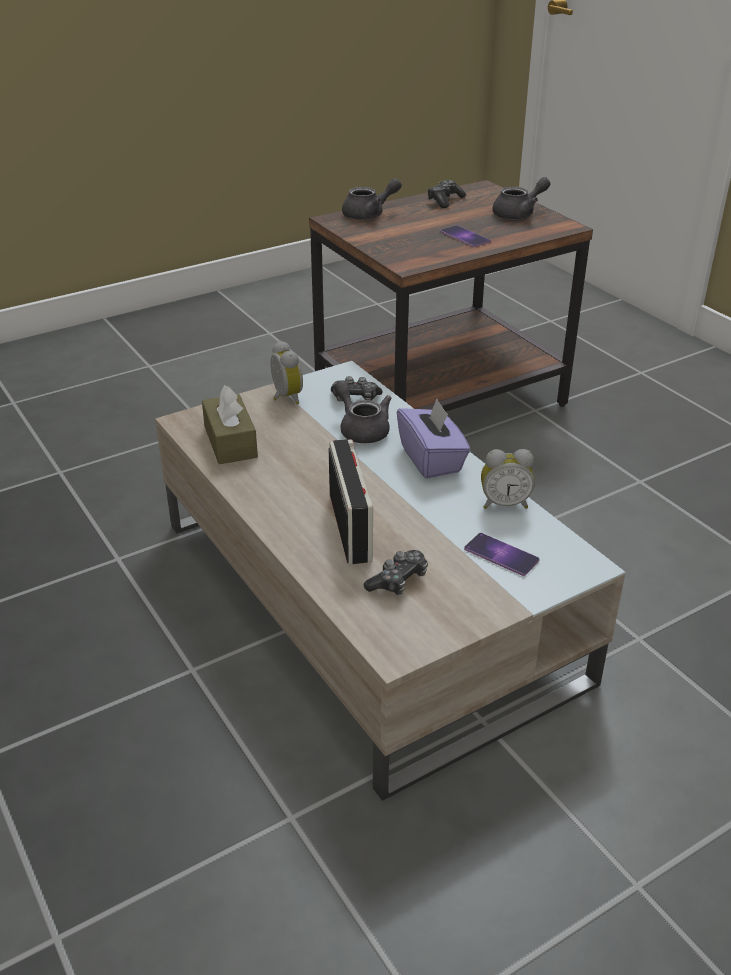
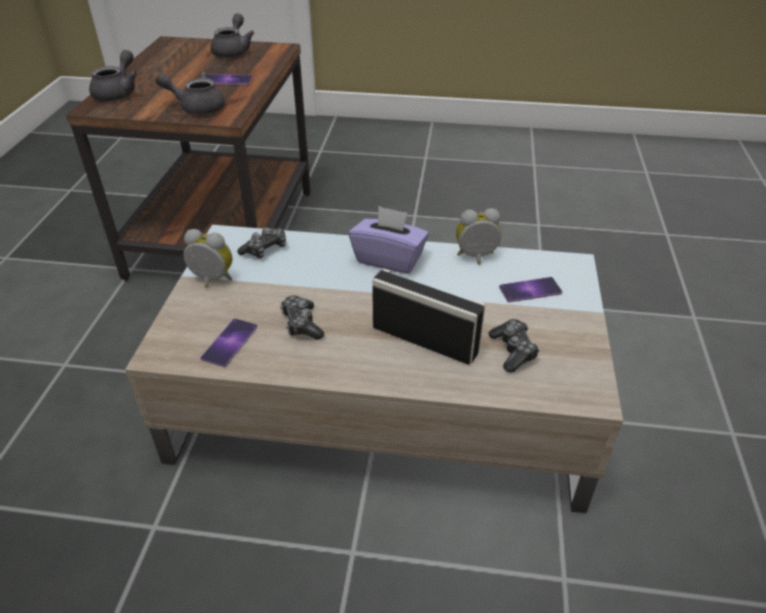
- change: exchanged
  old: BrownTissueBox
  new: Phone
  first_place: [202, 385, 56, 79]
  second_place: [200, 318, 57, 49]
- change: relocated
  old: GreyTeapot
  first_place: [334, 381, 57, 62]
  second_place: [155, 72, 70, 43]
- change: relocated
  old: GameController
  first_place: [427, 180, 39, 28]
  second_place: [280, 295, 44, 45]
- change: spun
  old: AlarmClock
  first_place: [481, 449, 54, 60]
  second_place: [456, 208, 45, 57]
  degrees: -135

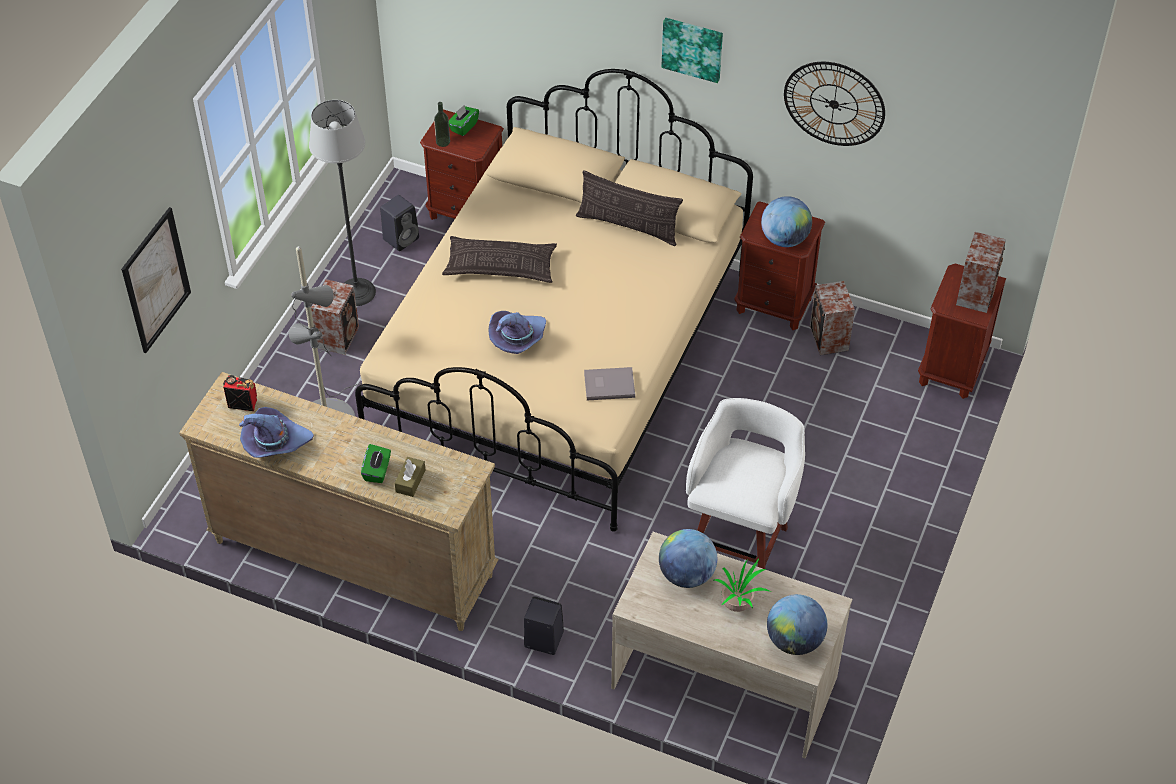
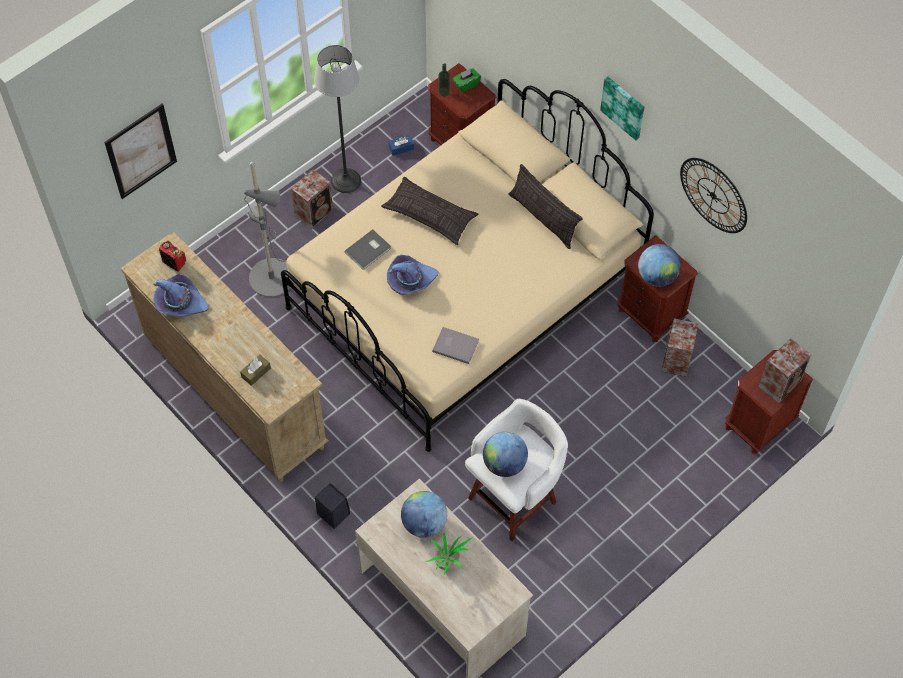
- change: missing
  old: GreenTissueBox
  first_place: [361, 444, 30, 39]
- change: exchanged
  old: BlackSpeaker
  new: BlueTissueBox
  first_place: [380, 195, 39, 56]
  second_place: [388, 135, 26, 21]
- change: relocated
  old: Globe
  first_place: [767, 594, 60, 61]
  second_place: [483, 432, 45, 45]
- change: appeared
  new: GreyBook
  second_place: [344, 229, 47, 41]

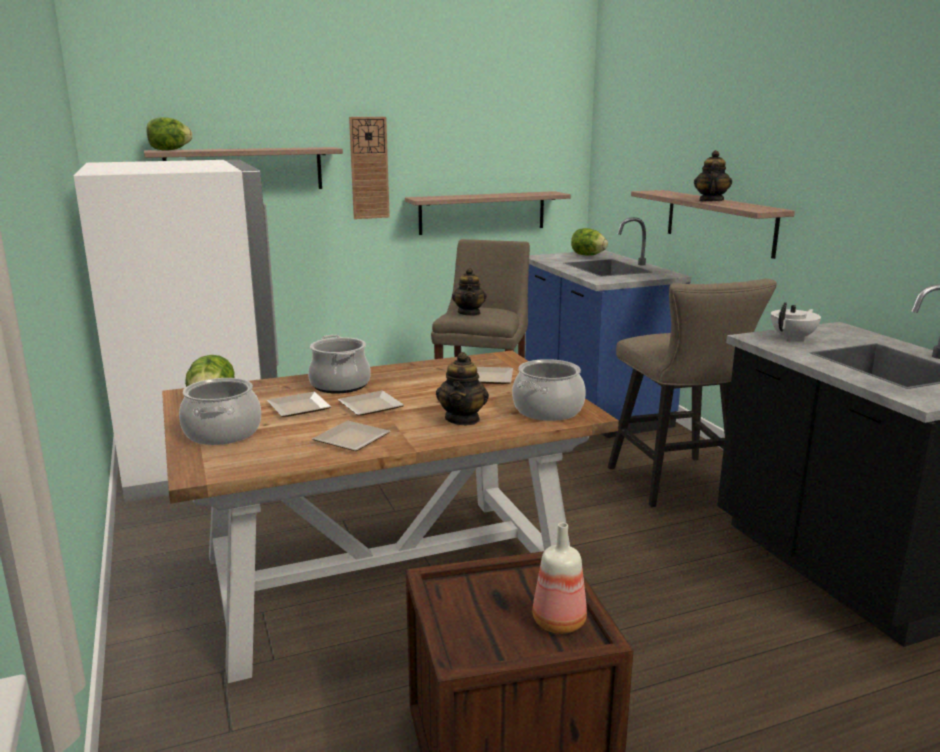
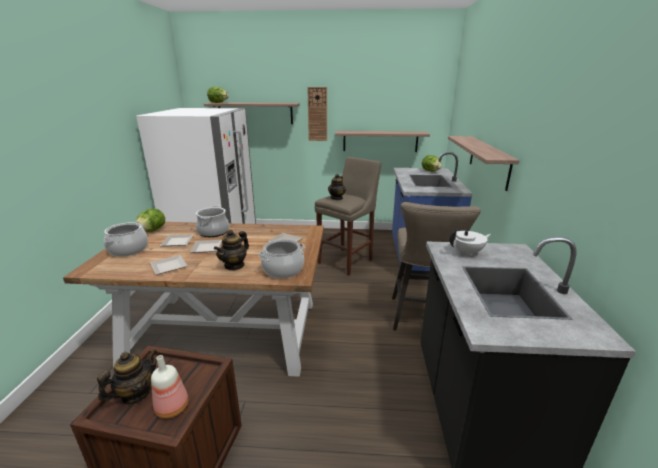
- change: relocated
  old: Teapot
  first_place: [694, 150, 38, 52]
  second_place: [97, 349, 60, 55]

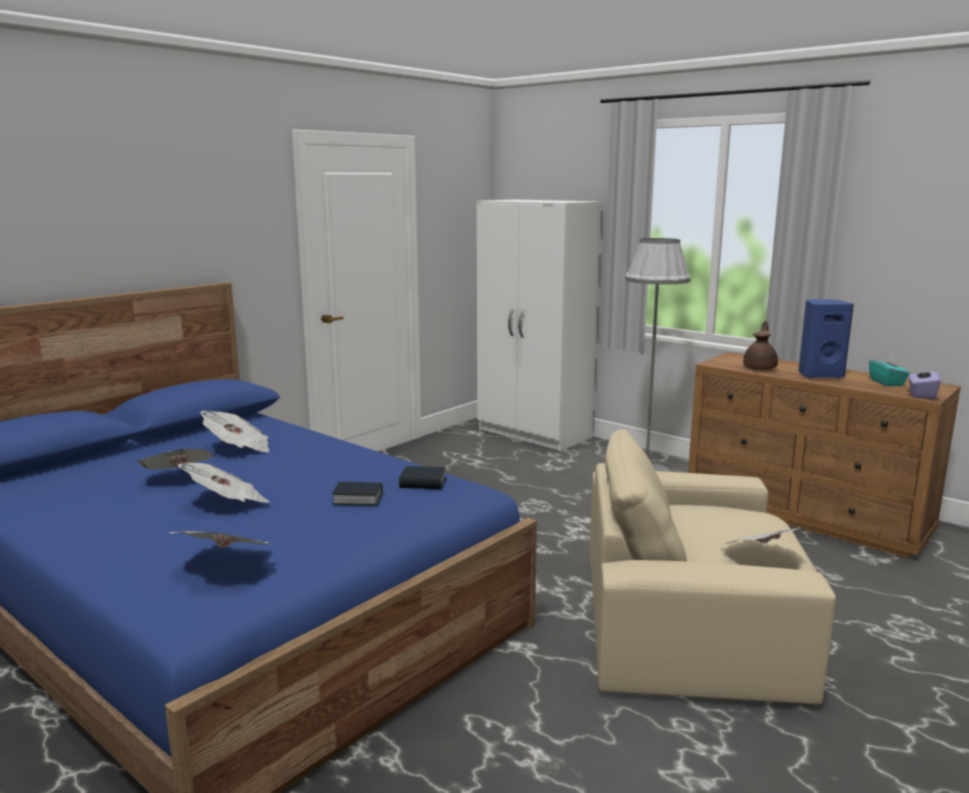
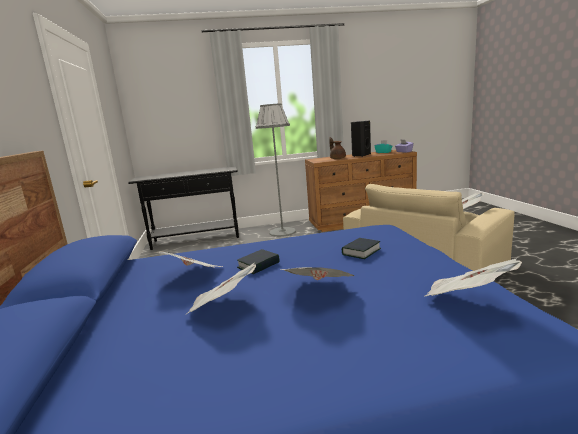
- change: relocated
  old: Book
  first_place: [399, 466, 47, 23]
  second_place: [237, 249, 43, 25]
- change: exchanged
  old: WhiteWardrobe
  new: BlackConsoleTable
  first_place: [477, 200, 125, 251]
  second_place: [128, 167, 111, 83]
- change: colour
  old: BlueSpeaker
  new: BlackSpeaker
  first_place: [798, 299, 56, 79]
  second_place: [351, 121, 20, 36]

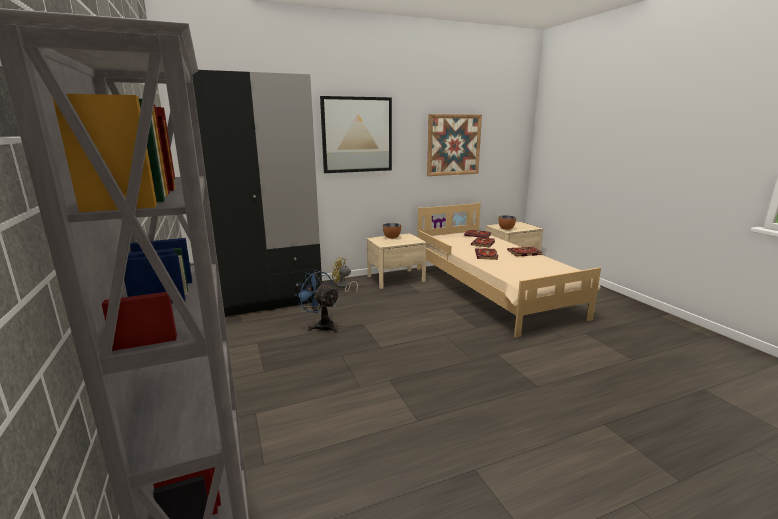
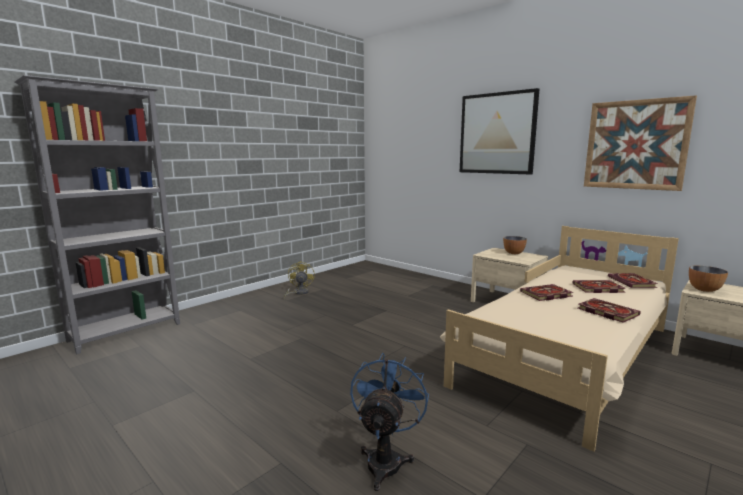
- change: missing
  old: BlackWardrobe
  first_place: [192, 70, 130, 246]
- change: relocated
  old: BlueFan
  first_place: [295, 270, 44, 63]
  second_place: [350, 353, 79, 138]
- change: relocated
  old: YellowFan
  first_place: [332, 257, 26, 36]
  second_place: [284, 261, 31, 38]

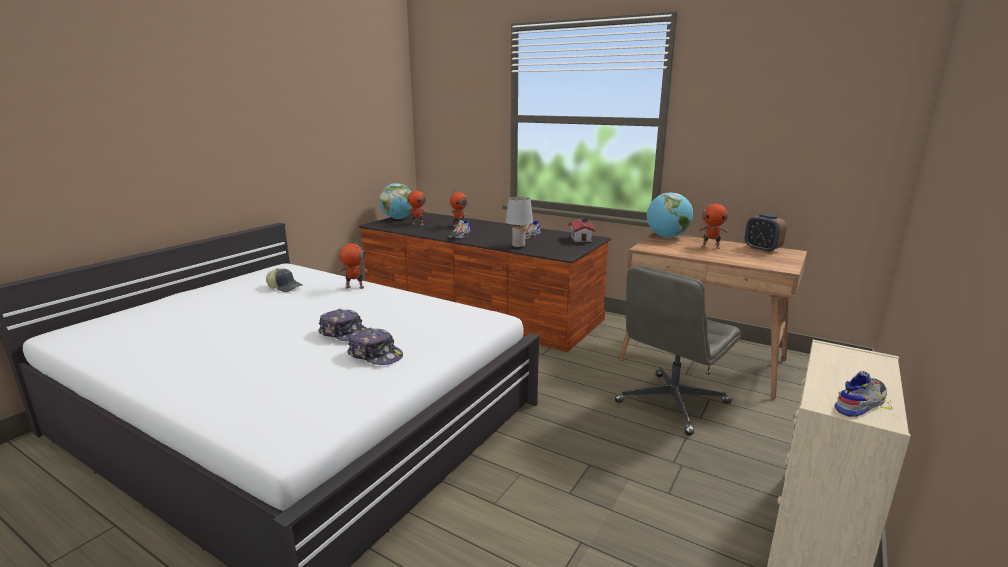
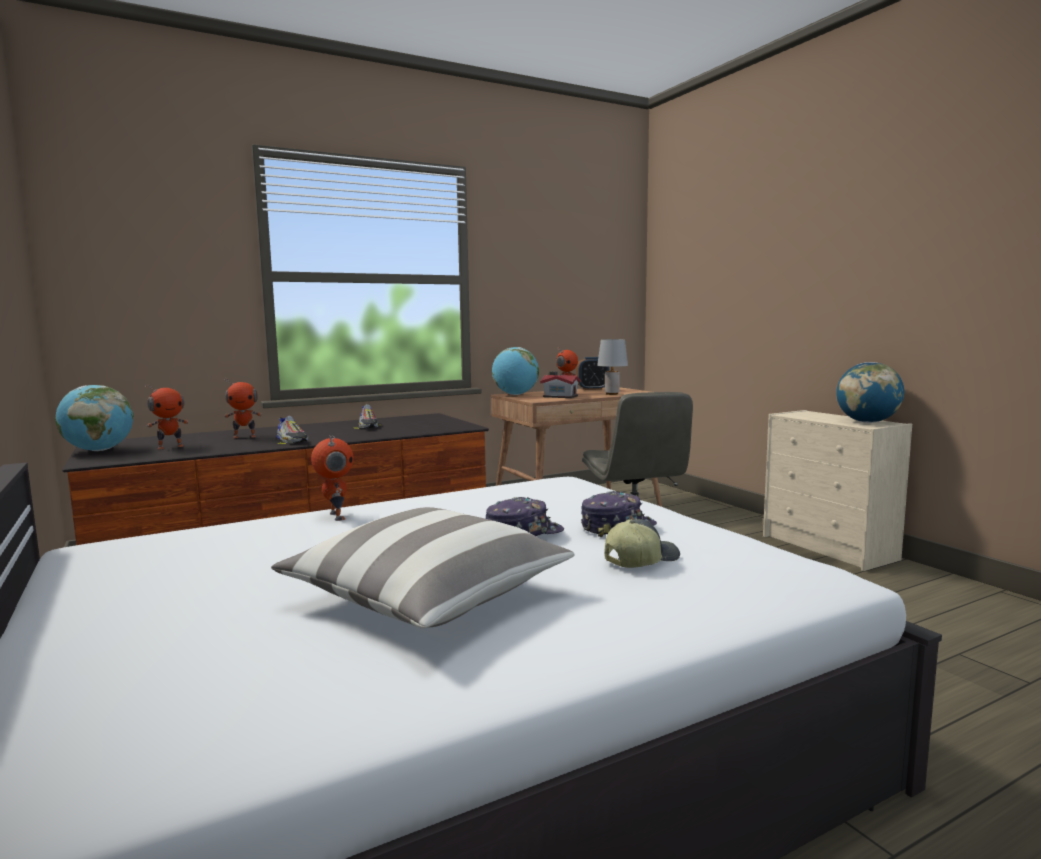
- change: relocated
  old: Cap
  first_place: [266, 268, 37, 24]
  second_place: [605, 519, 75, 49]
- change: spun
  old: ToyRobot
  first_place: [339, 241, 29, 48]
  second_place: [311, 436, 43, 85]
  degrees: 120
- change: relocated
  old: GreyTableLamp
  first_place: [506, 197, 27, 51]
  second_place: [597, 339, 31, 56]
- change: relocated
  old: ToyHouse
  first_place: [568, 217, 27, 26]
  second_place: [540, 371, 41, 27]
- change: exchanged
  old: Shoe
  new: Globe
  first_place: [834, 371, 59, 46]
  second_place: [836, 362, 68, 61]
- change: appeared
  new: Pillow
  second_place: [271, 507, 303, 122]

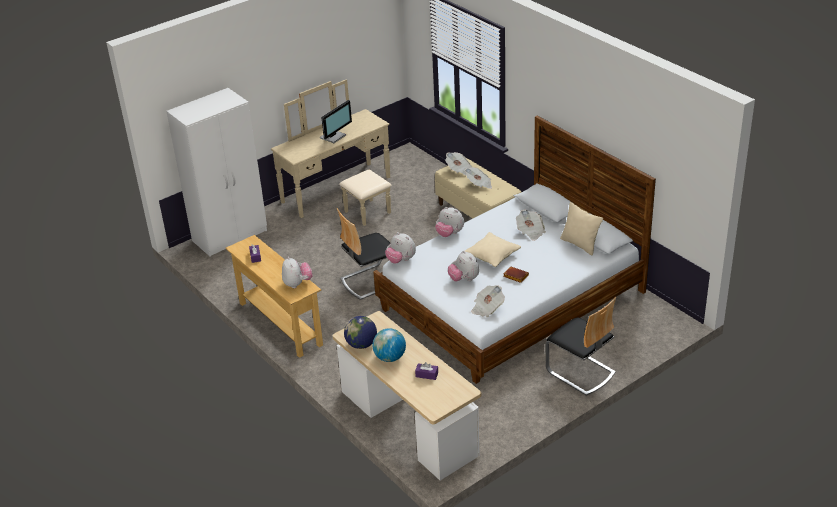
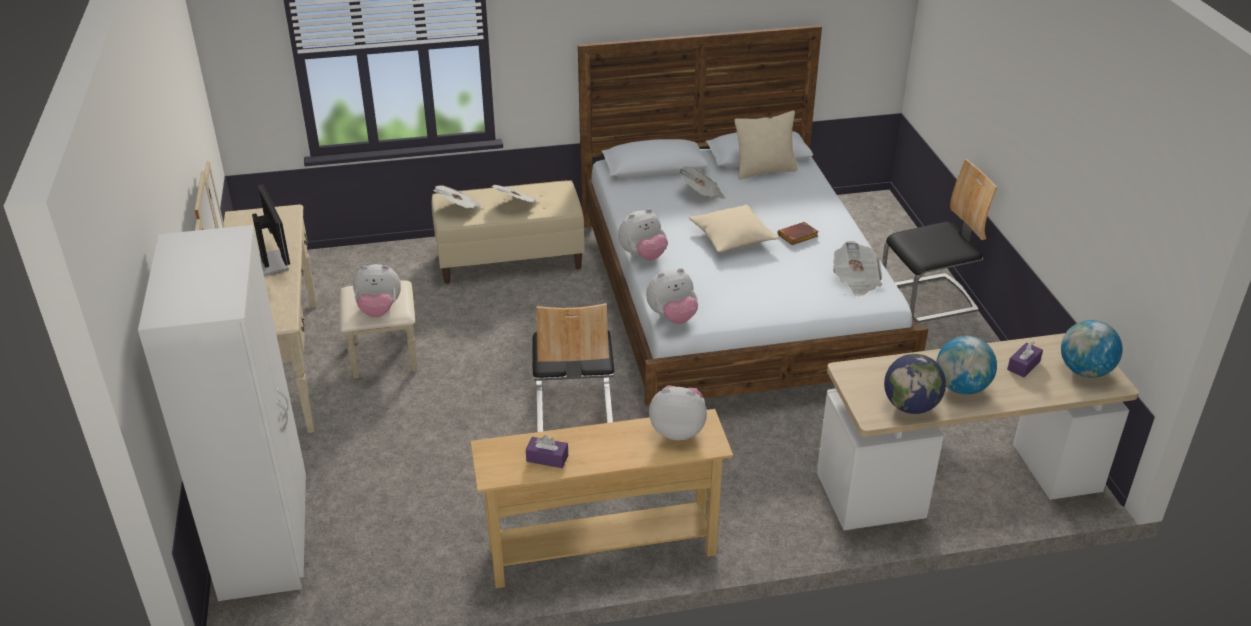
- change: relocated
  old: PlushToy
  first_place: [448, 251, 31, 31]
  second_place: [353, 264, 48, 53]
- change: appeared
  new: Globe
  second_place: [1061, 320, 62, 58]

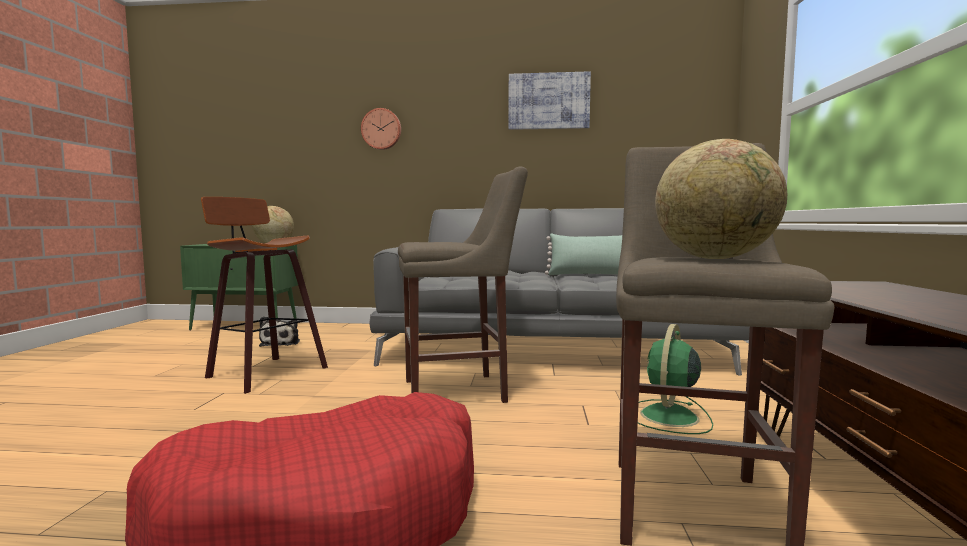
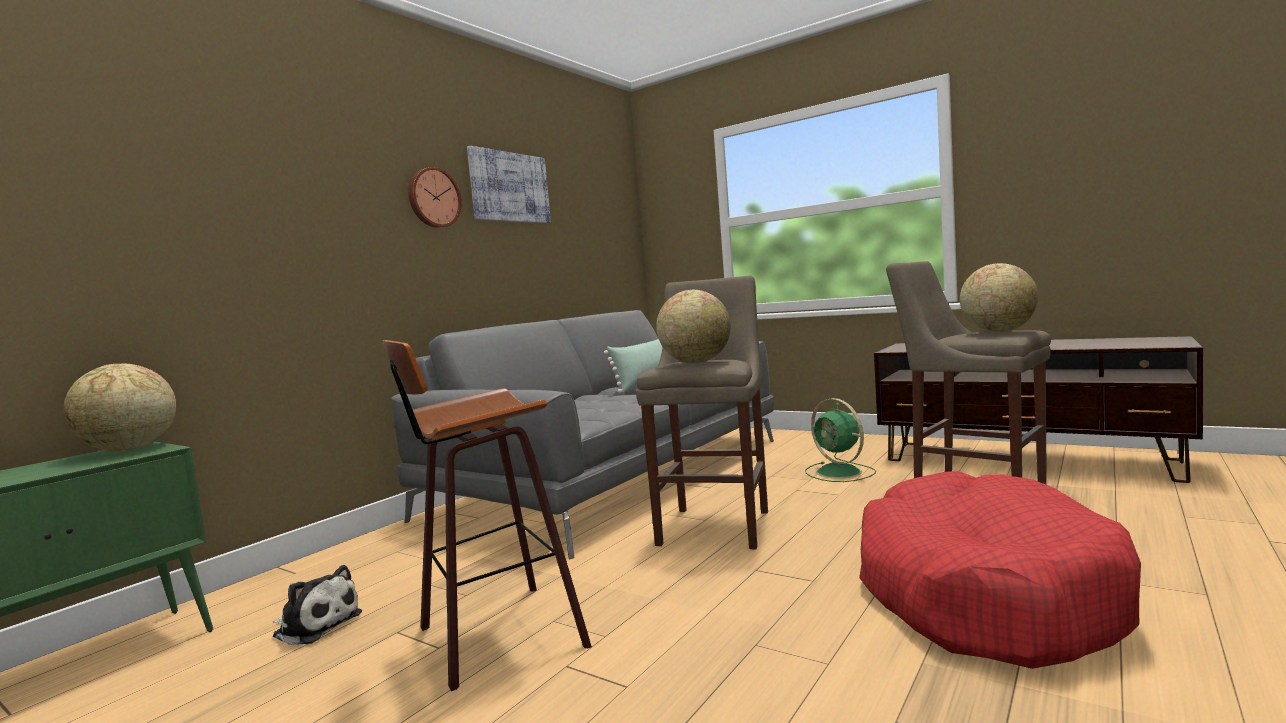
- change: relocated
  old: WallClock
  first_place: [361, 108, 40, 42]
  second_place: [408, 167, 54, 61]
- change: appeared
  new: Globe
  second_place: [656, 290, 75, 74]

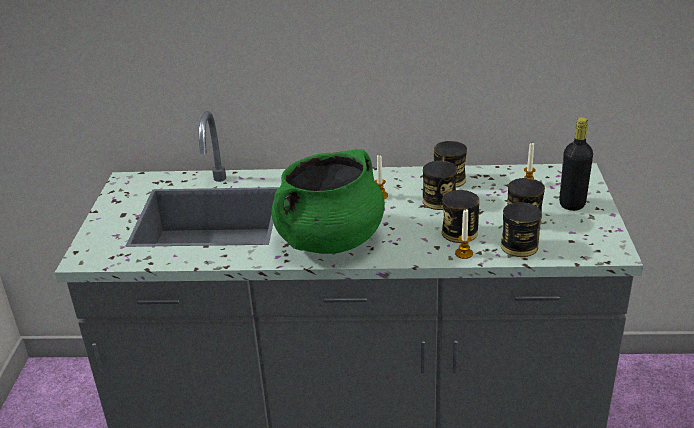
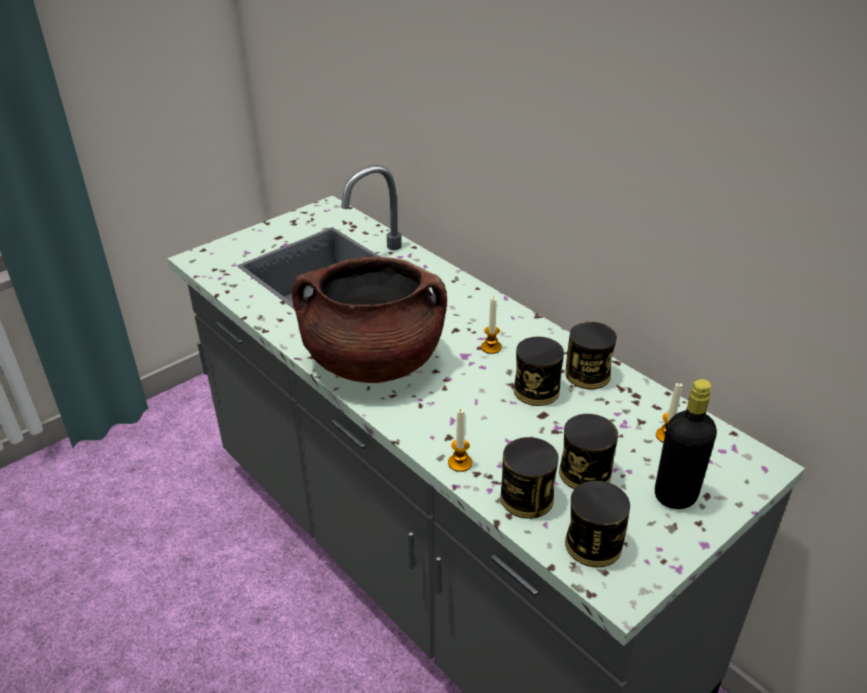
- change: colour
  old: GreenCookingPot
  new: BrownCookingPot
  first_place: [272, 149, 113, 105]
  second_place: [292, 257, 155, 126]
- change: relocated
  old: Can
  first_place: [442, 190, 37, 53]
  second_place: [565, 481, 65, 86]

